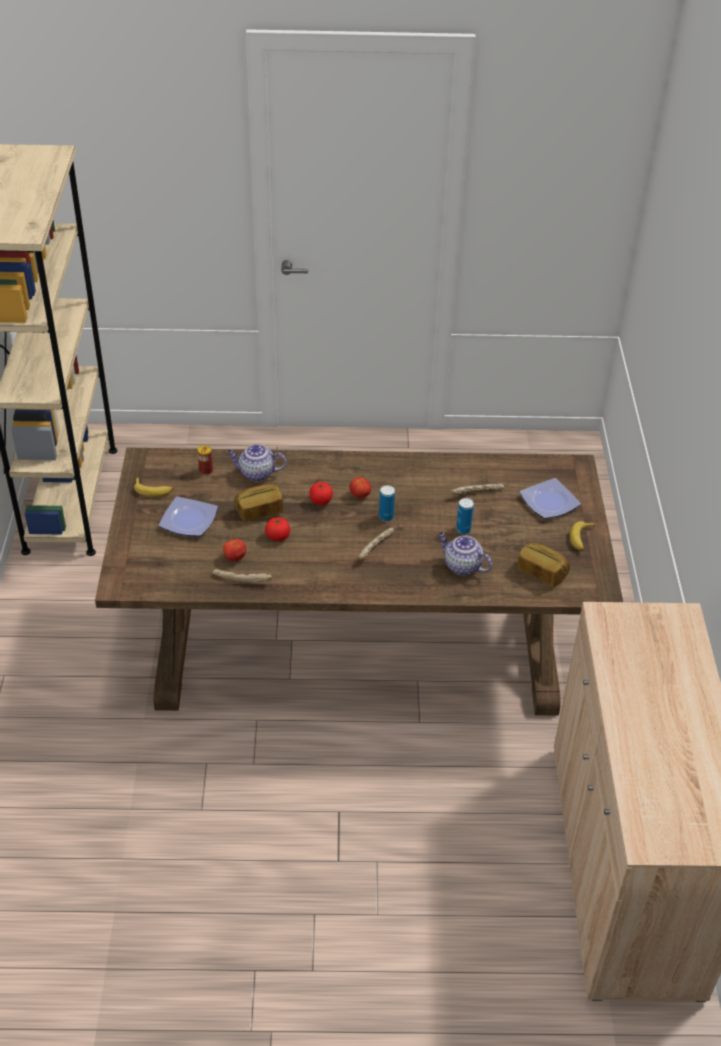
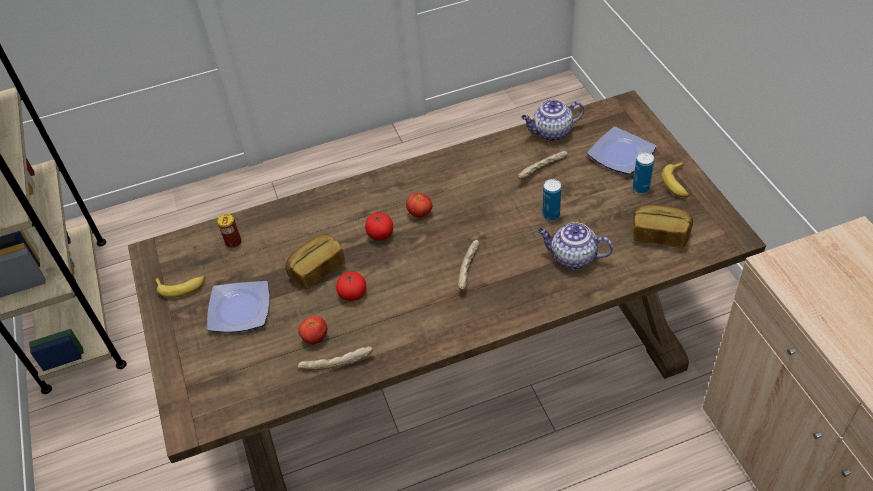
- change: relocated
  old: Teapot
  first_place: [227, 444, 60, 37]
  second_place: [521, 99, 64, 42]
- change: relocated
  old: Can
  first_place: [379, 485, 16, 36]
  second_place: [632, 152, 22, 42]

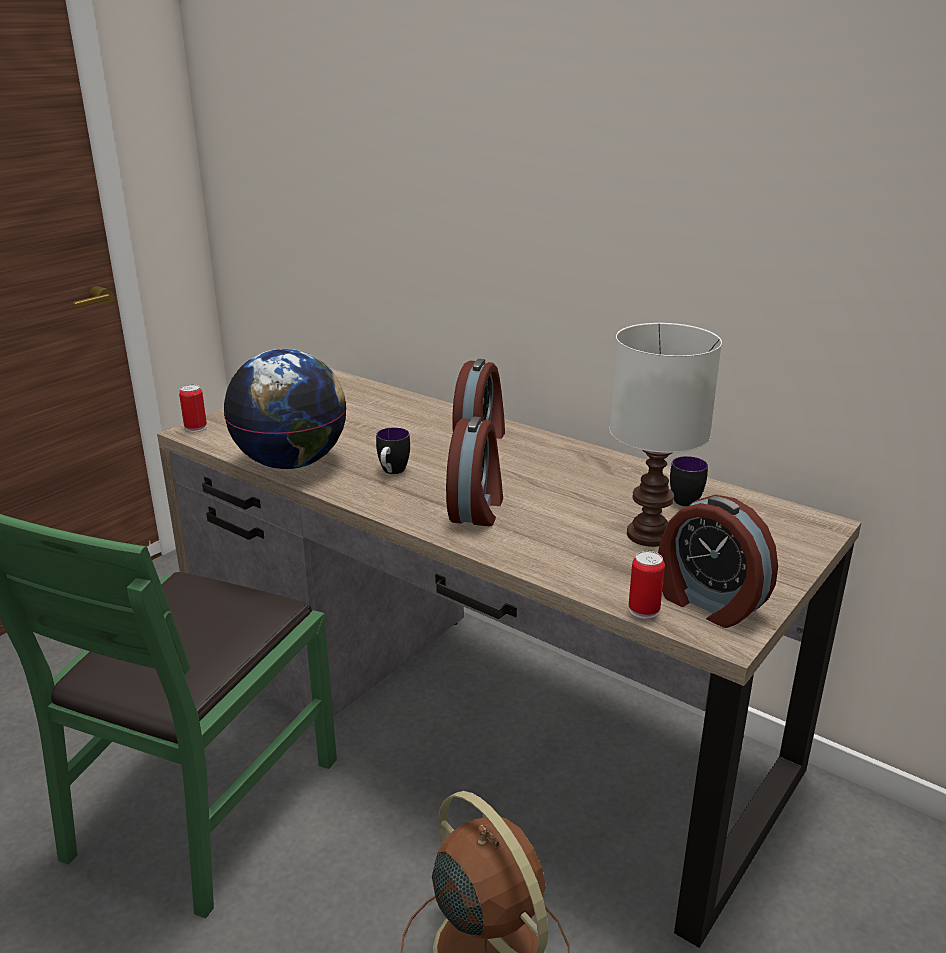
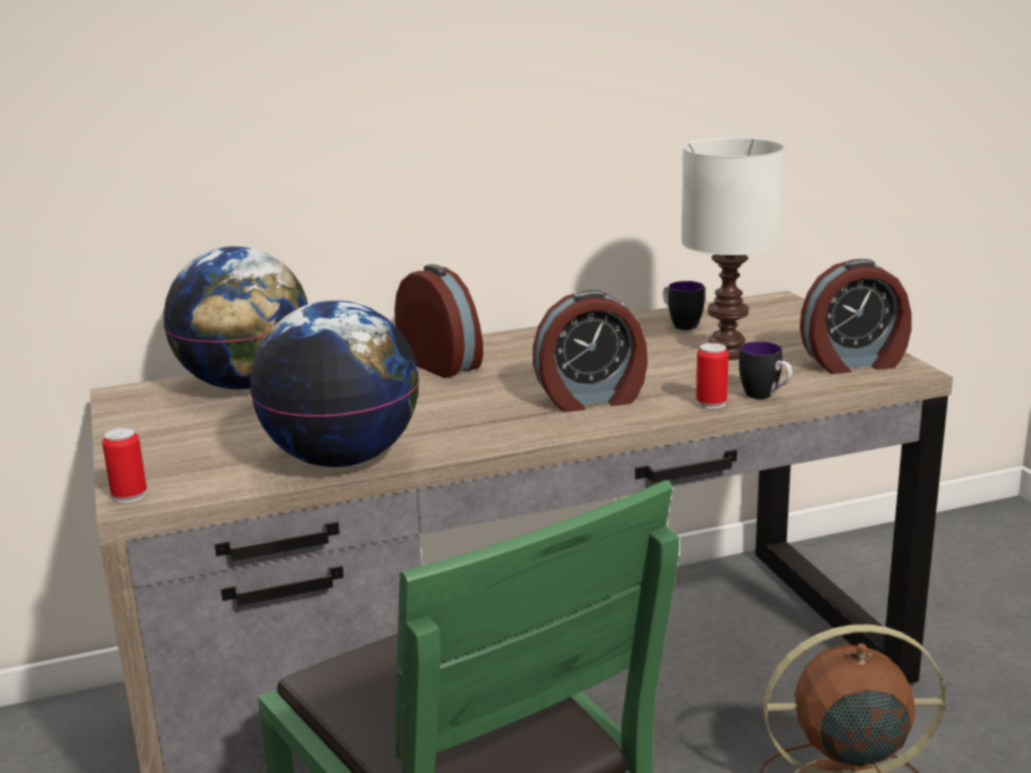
- change: relocated
  old: Mug
  first_place: [376, 427, 34, 47]
  second_place: [739, 341, 54, 58]
- change: spun
  old: AlarmClock
  first_place: [446, 416, 57, 110]
  second_place: [533, 290, 115, 122]
  degrees: 120
- change: relocated
  old: Can
  first_place: [629, 551, 36, 68]
  second_place: [696, 343, 33, 66]
- change: appeared
  new: Globe
  second_place: [163, 246, 145, 144]

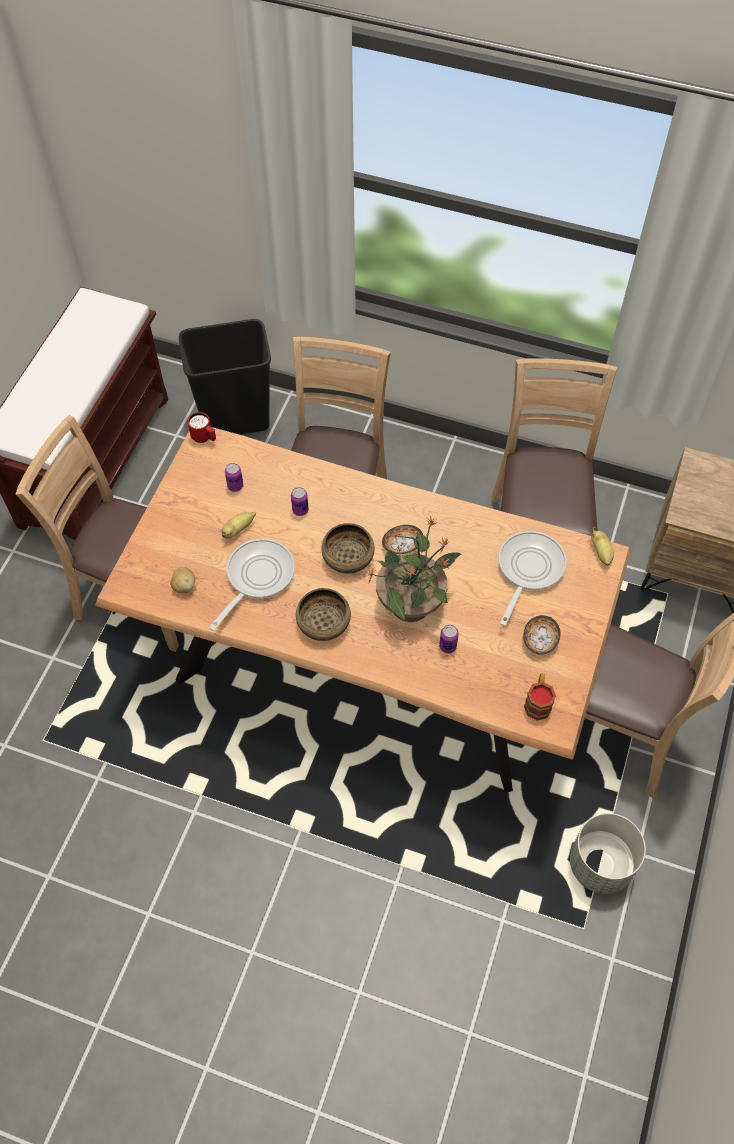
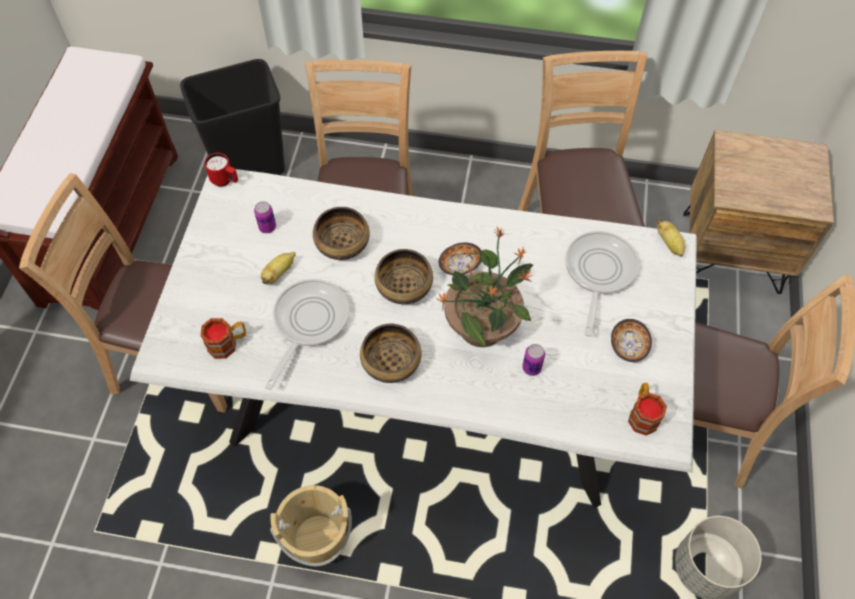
- change: colour
  old: BrownDiningTable
  new: WhiteDiningTable
  first_place: [95, 427, 536, 366]
  second_place: [130, 169, 567, 339]
- change: exchanged
  old: Potato
  new: Mug
  first_place: [170, 567, 25, 26]
  second_place: [200, 318, 46, 41]
- change: exchanged
  old: Can
  new: Bowl
  first_place: [291, 487, 18, 29]
  second_place: [313, 207, 57, 53]
- change: appeared
  new: BeigeBucket
  second_place: [270, 485, 82, 81]

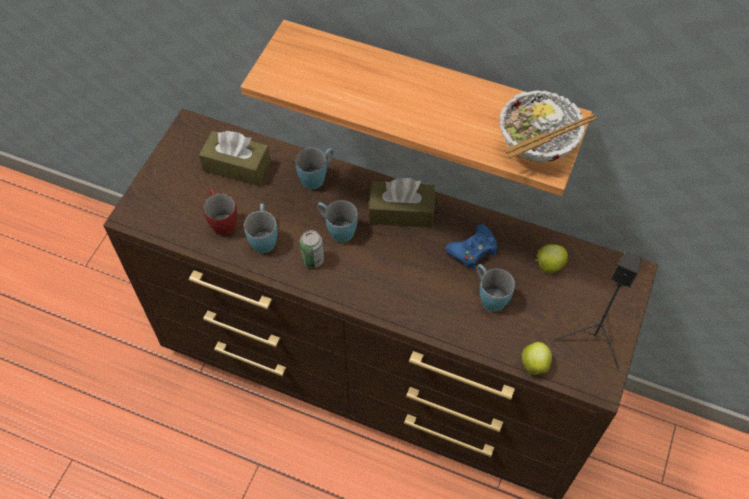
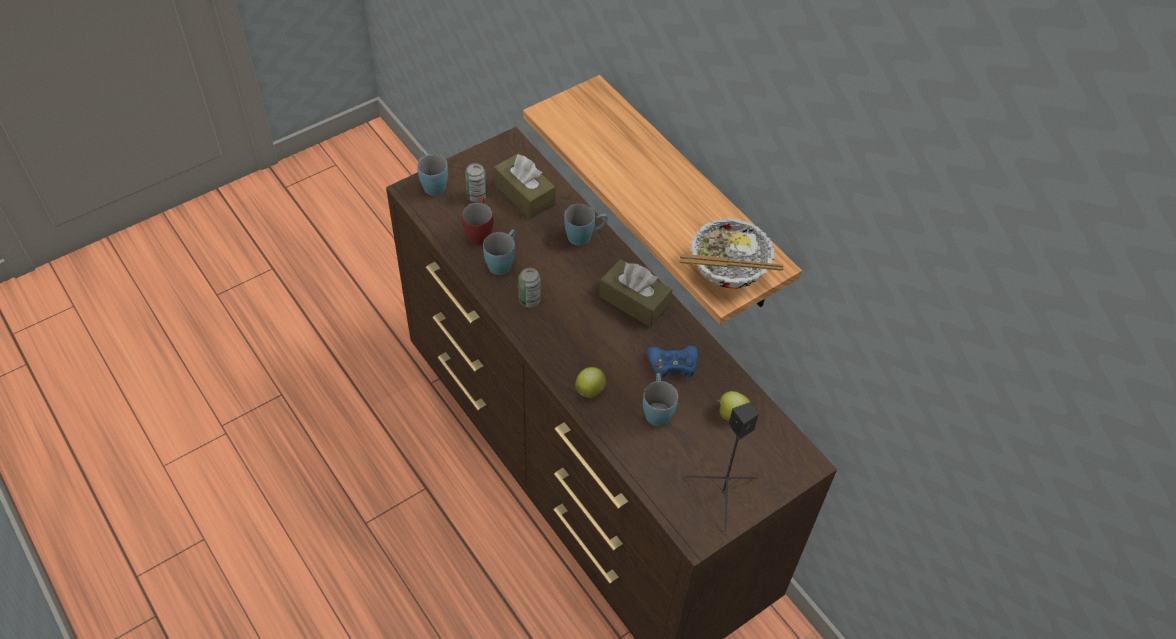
- change: relocated
  old: BlueMug
  first_place: [317, 200, 41, 42]
  second_place: [417, 150, 31, 46]
- change: relocated
  old: Apple
  first_place: [522, 342, 30, 33]
  second_place: [575, 367, 31, 31]
- change: appeared
  new: Can
  second_place: [465, 163, 22, 39]

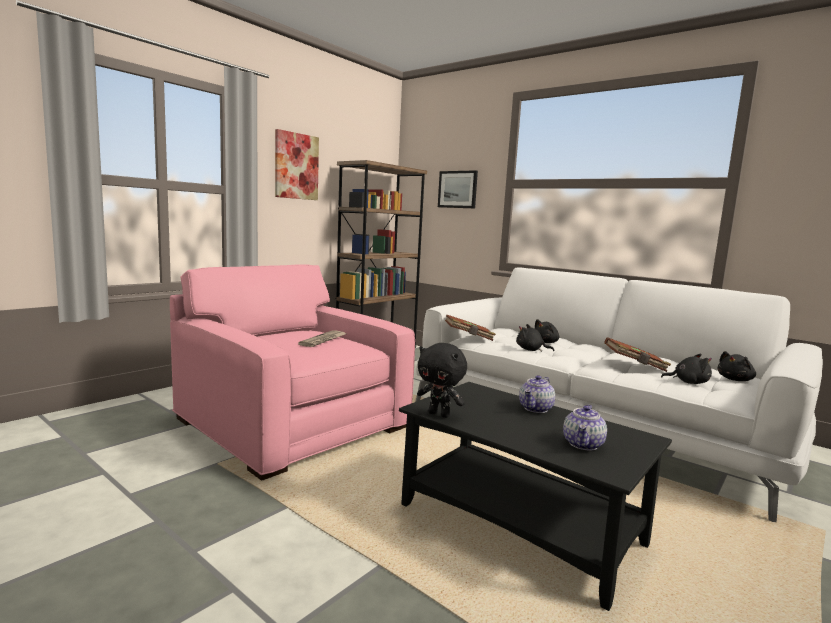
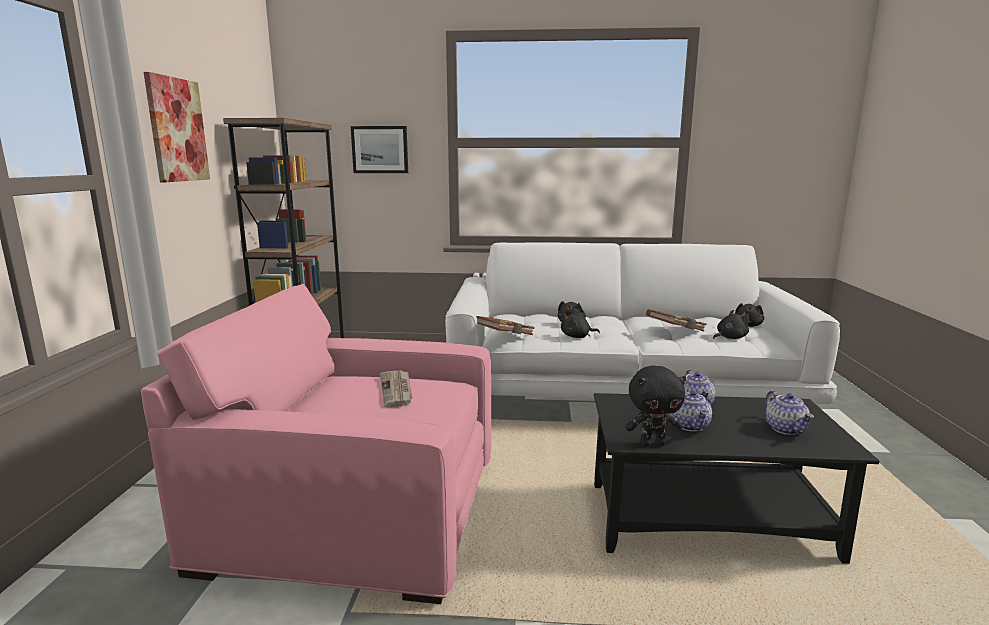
- change: appeared
  new: Teapot
  second_place: [671, 388, 41, 44]

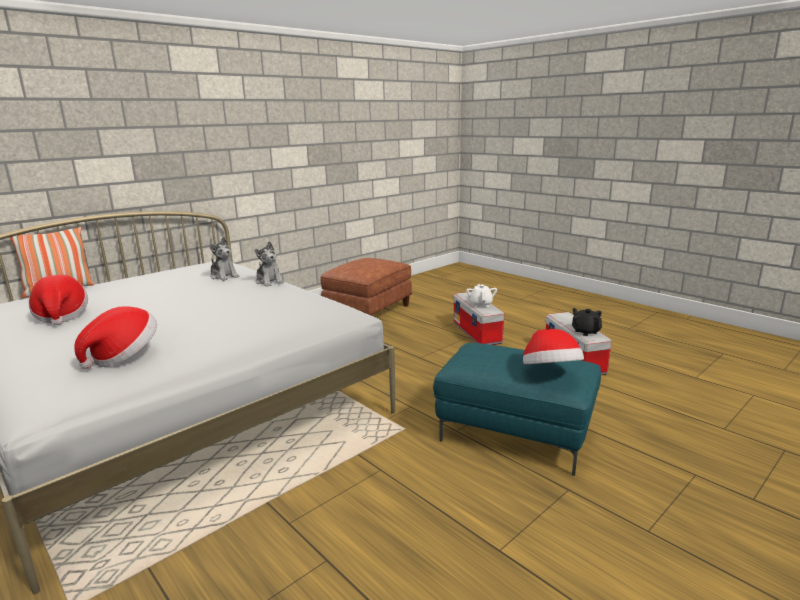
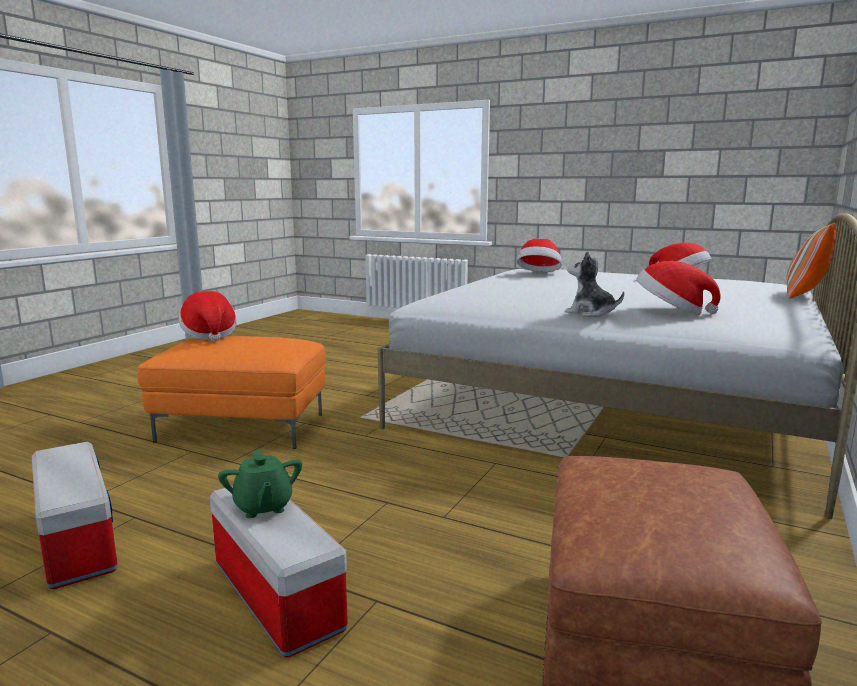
- change: exchanged
  old: PlushToy
  new: Hat
  first_place: [210, 237, 29, 44]
  second_place: [637, 261, 84, 54]
- change: colour
  old: TurquoiseOttoman
  new: OrangeOttoman
  first_place: [433, 343, 168, 133]
  second_place: [137, 336, 189, 113]
- change: colour
  old: WhiteTeapot
  new: GreenTeapot
  first_place: [466, 284, 31, 23]
  second_place: [218, 450, 84, 68]
- change: missing
  old: BlackTeapot
  first_place: [572, 308, 30, 28]

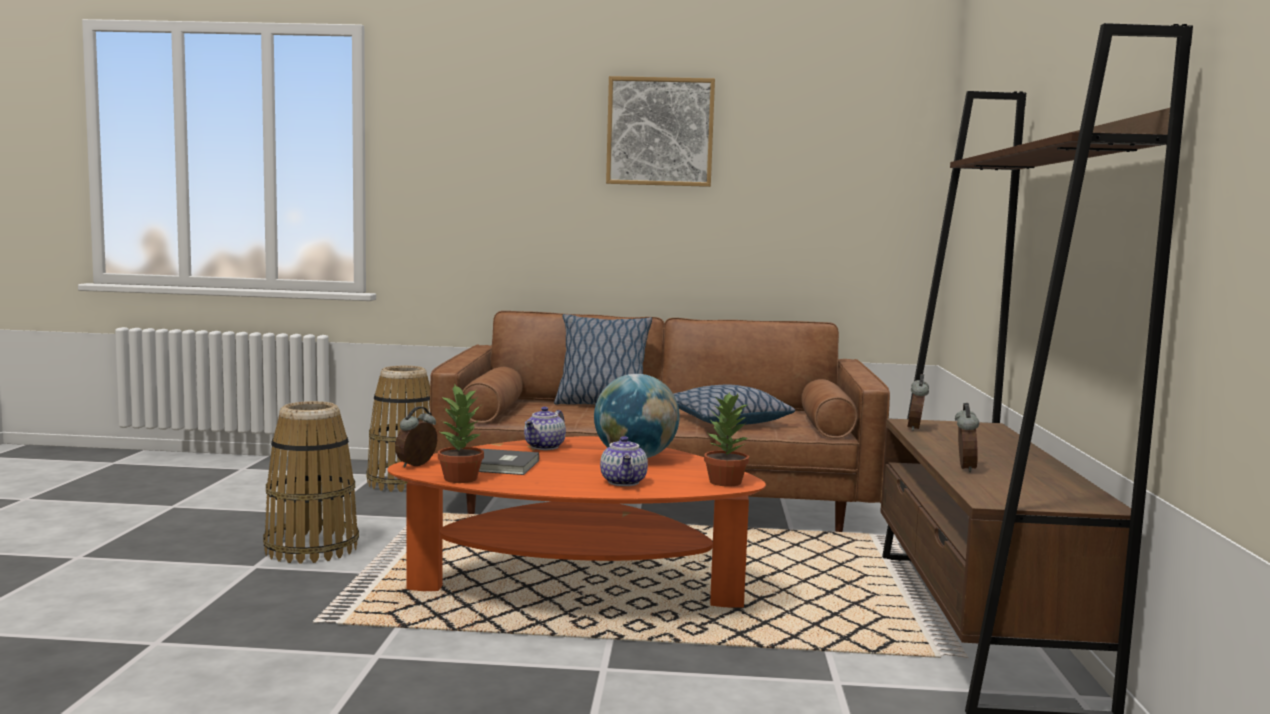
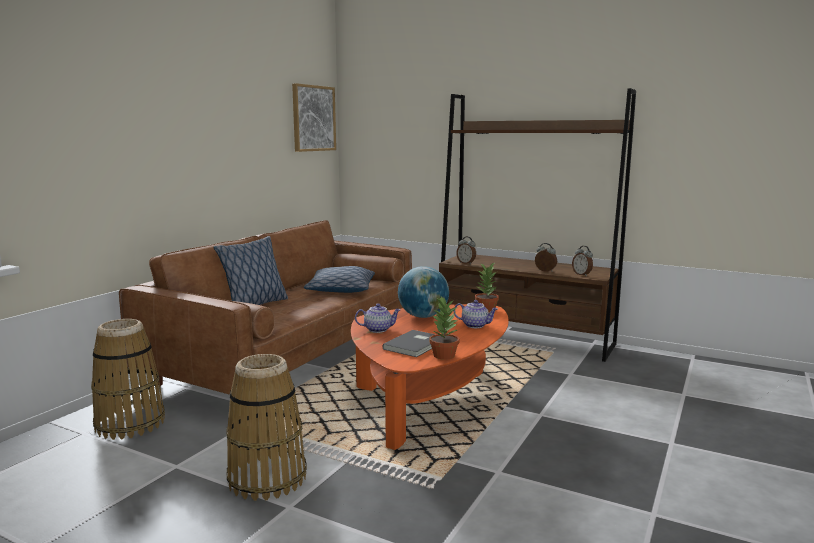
- change: relocated
  old: AlarmClock
  first_place: [395, 406, 42, 62]
  second_place: [572, 246, 21, 30]
- change: spun
  old: Teapot
  first_place: [524, 407, 42, 43]
  second_place: [355, 303, 46, 30]
  degrees: -60
- change: relocated
  old: Picture
  first_place: [606, 76, 109, 111]
  second_place: [292, 83, 44, 69]

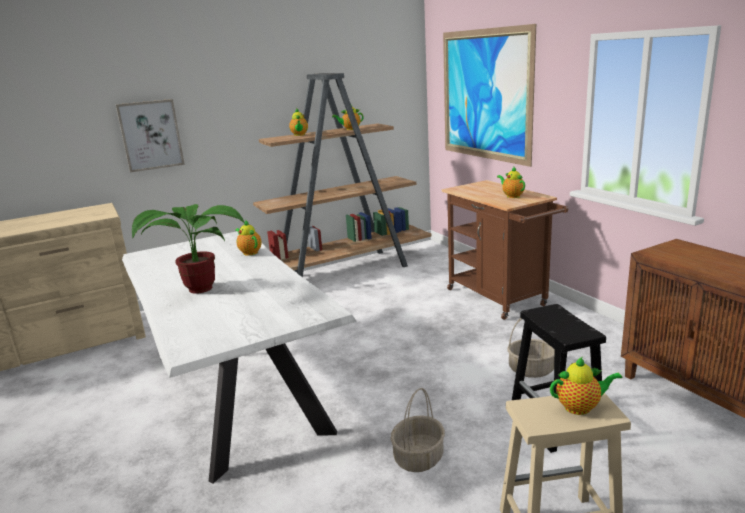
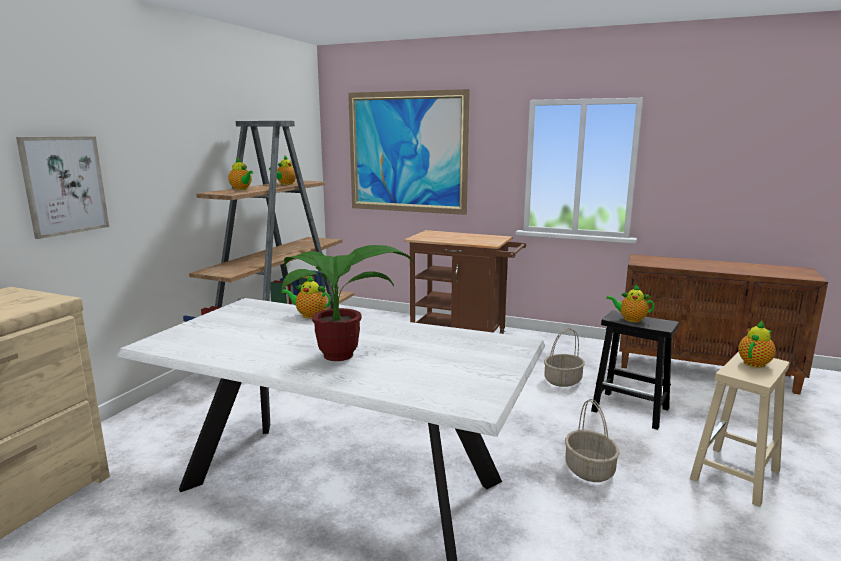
- change: relocated
  old: Teapot
  first_place: [497, 167, 28, 31]
  second_place: [606, 285, 49, 37]

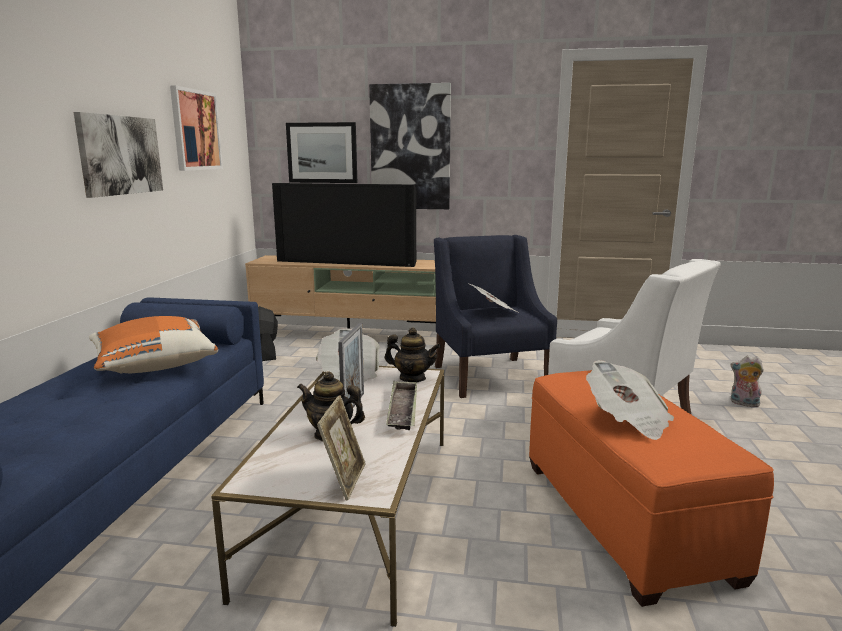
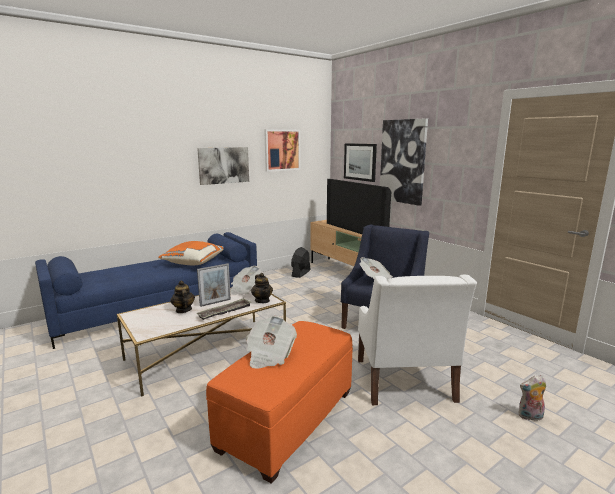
- change: missing
  old: PictureFrame
  first_place: [317, 395, 49, 105]
- change: spun
  old: PlushToy
  first_place: [730, 355, 34, 52]
  second_place: [518, 375, 28, 46]
  degrees: -75

